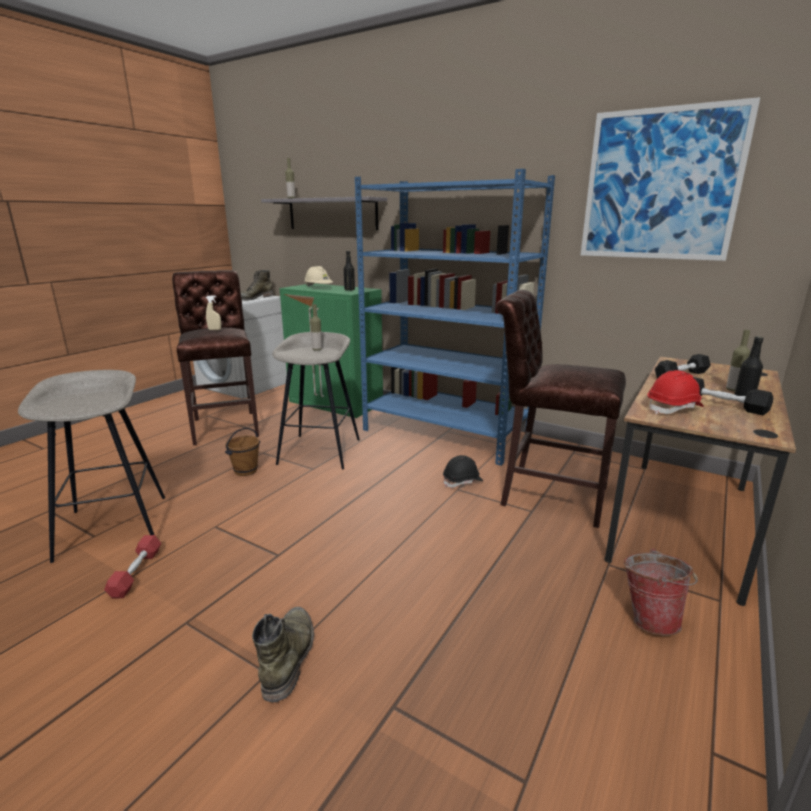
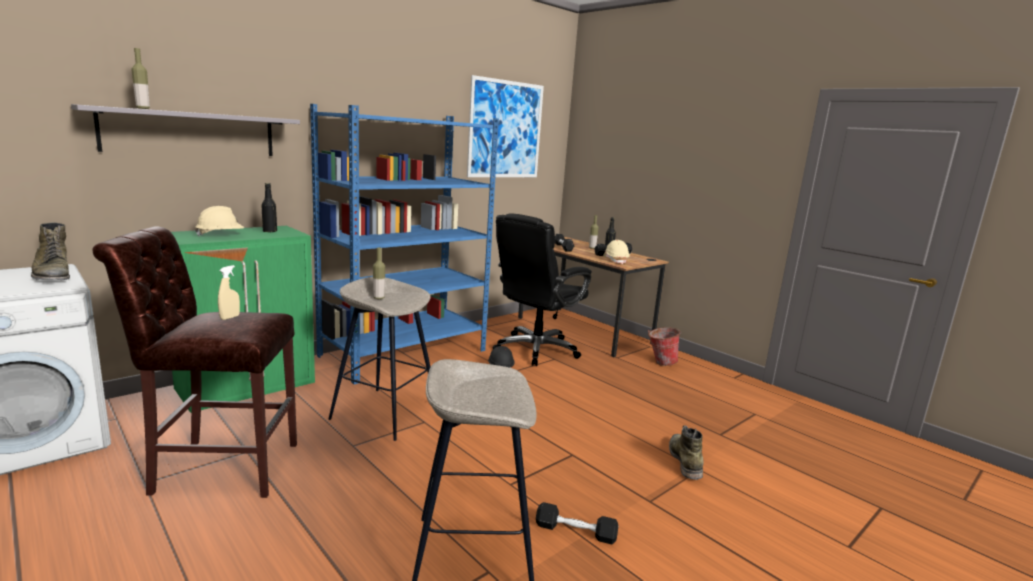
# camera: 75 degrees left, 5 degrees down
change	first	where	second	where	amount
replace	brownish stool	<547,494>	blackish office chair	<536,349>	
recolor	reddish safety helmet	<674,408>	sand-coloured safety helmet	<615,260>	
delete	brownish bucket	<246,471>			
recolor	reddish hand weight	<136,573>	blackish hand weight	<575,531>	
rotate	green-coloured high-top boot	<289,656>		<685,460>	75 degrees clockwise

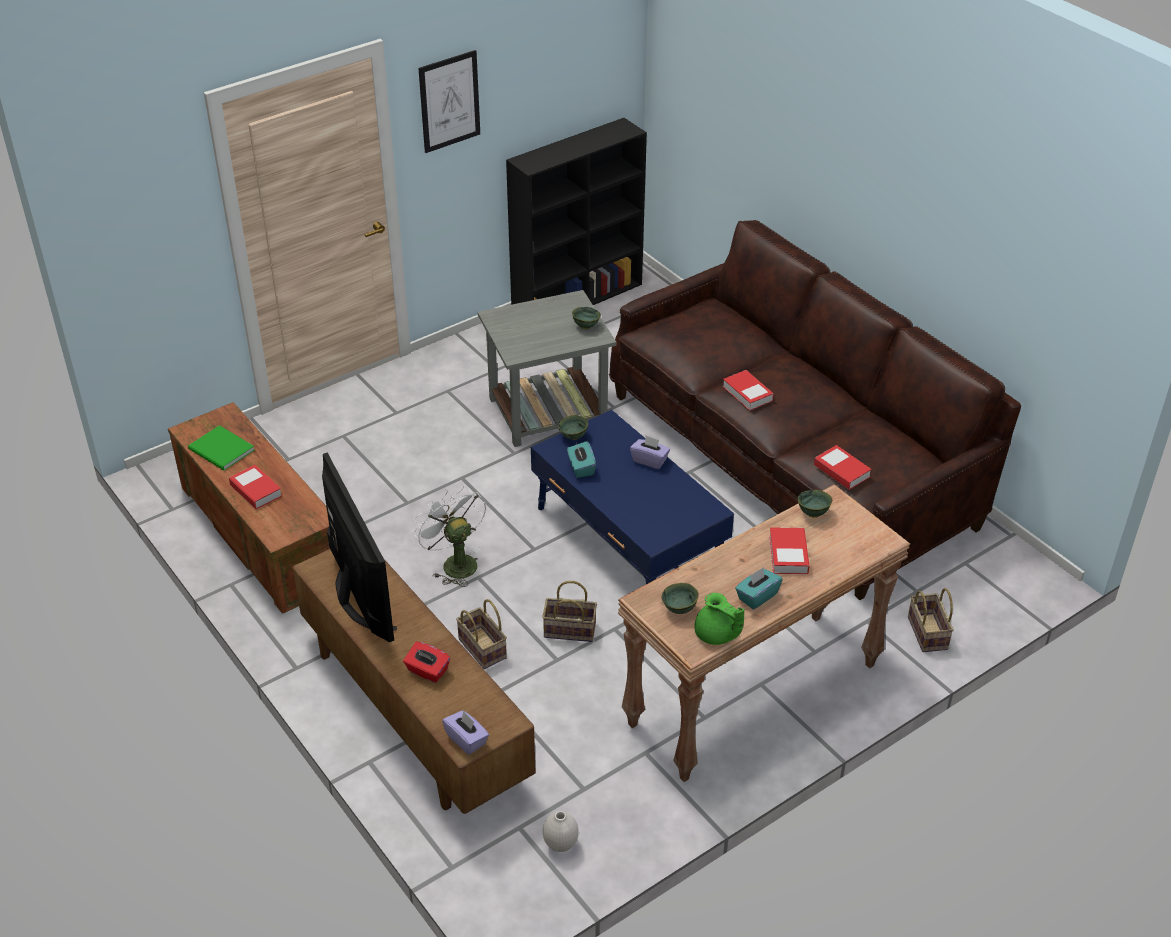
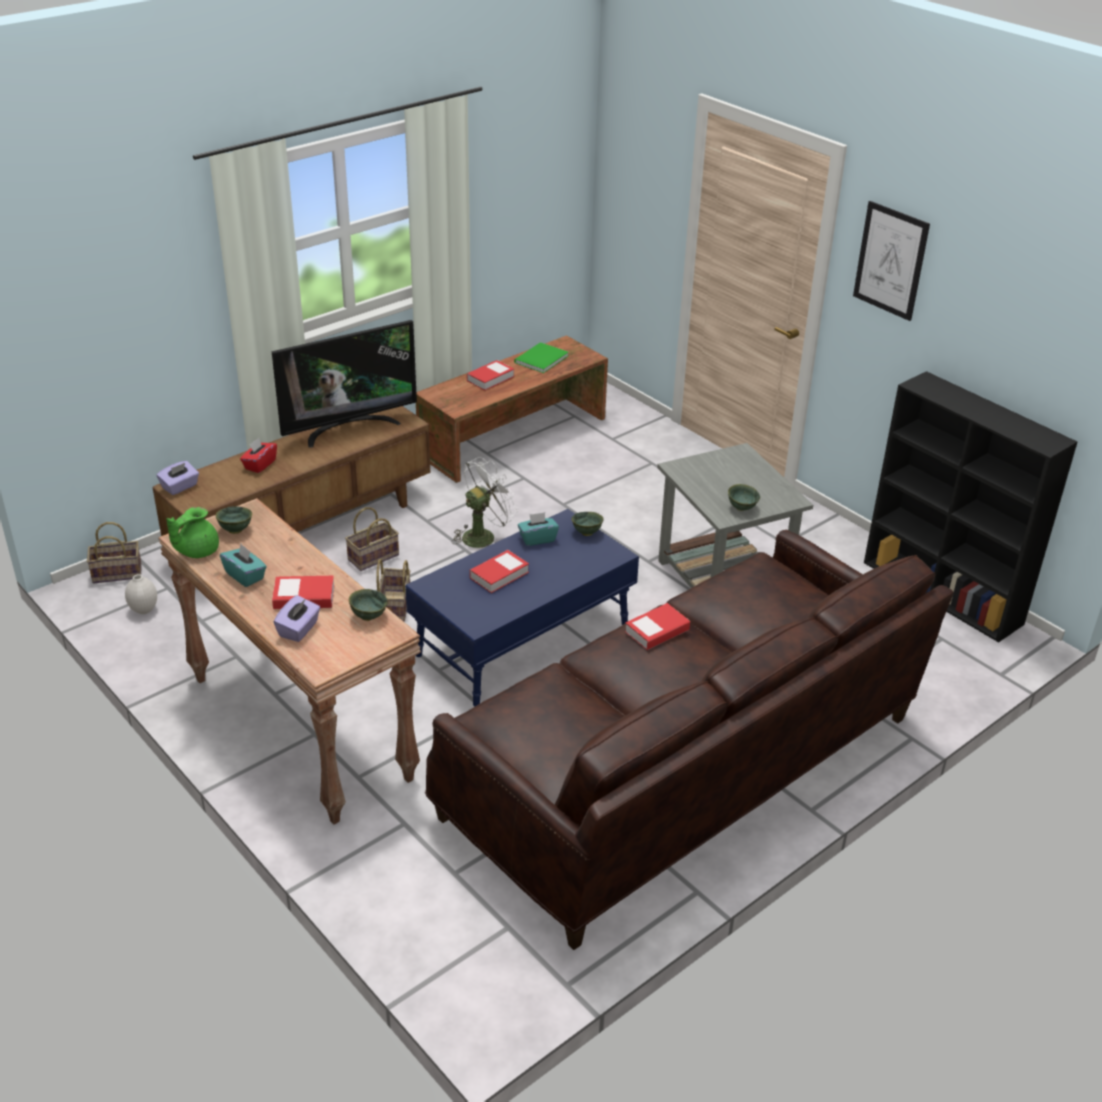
# camera: 85 degrees right, 5 degrees down
change	first	where	second	where	amount
move	purple box of tissues	<649,460>		<299,629>	
move	volume	<841,471>		<499,575>	
move	household basket	<926,632>		<118,573>	

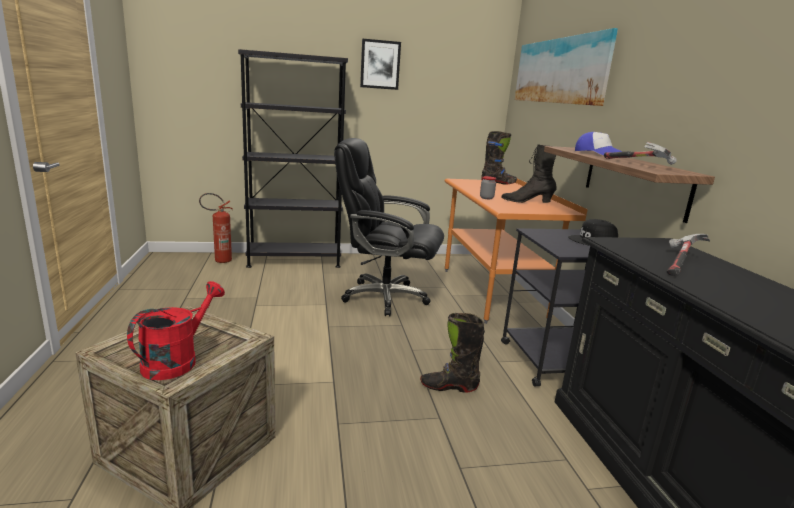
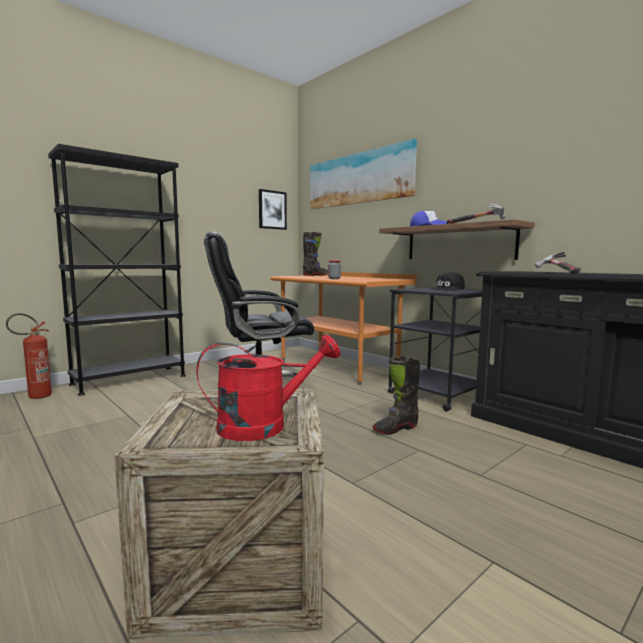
# camera: 30 degrees left, 10 degrees down
change	first	where	second	where	amount
move	wall picture	<380,64>		<272,210>	
delete	blackish high-top boot	<526,202>			
rotate	reddish sprinkling can	<177,360>		<264,425>	75 degrees clockwise

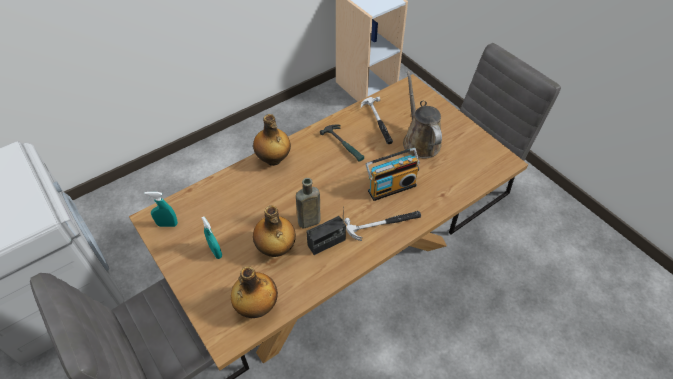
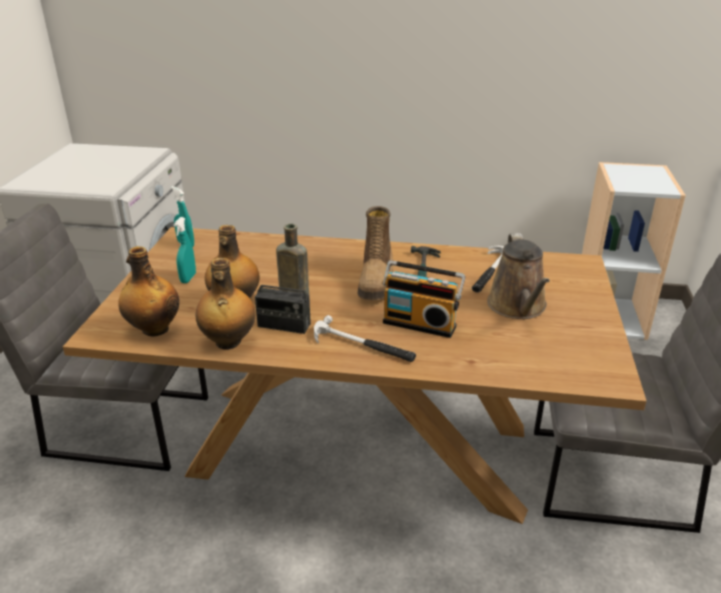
# camera: 45 degrees right, 20 degrees down
change	first	where	second	where	amount
rotate	brownish sprinkling can	<420,141>		<518,307>	150 degrees clockwise
move	bottle	<273,160>		<228,342>	
insert			high-top boot	<377,281>	

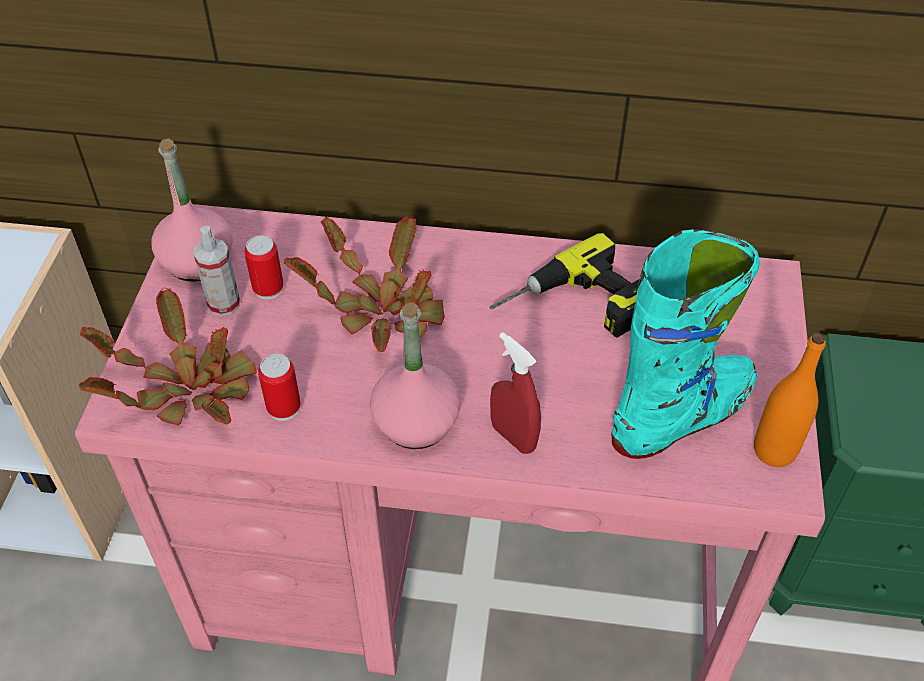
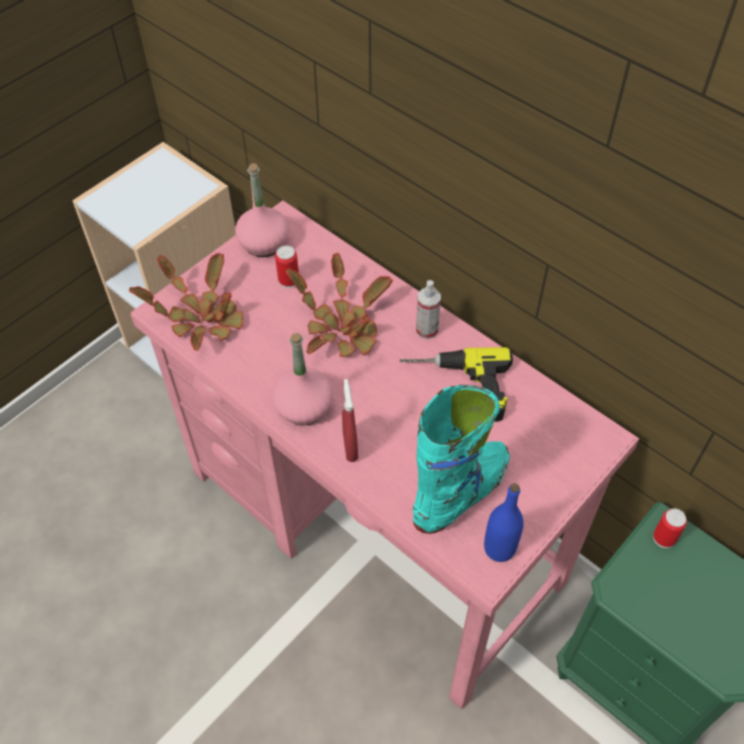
# camera: 35 degrees right, 5 degrees up
change	first	where	second	where	amount
move	hand sprayer	<224,304>		<426,330>	
rotate	turquoise high-top boot	<681,417>		<460,494>	45 degrees counterclockwise
recolor	orange bottle	<774,451>	blue-coloured bottle	<499,548>	
move	can	<284,407>		<664,538>	

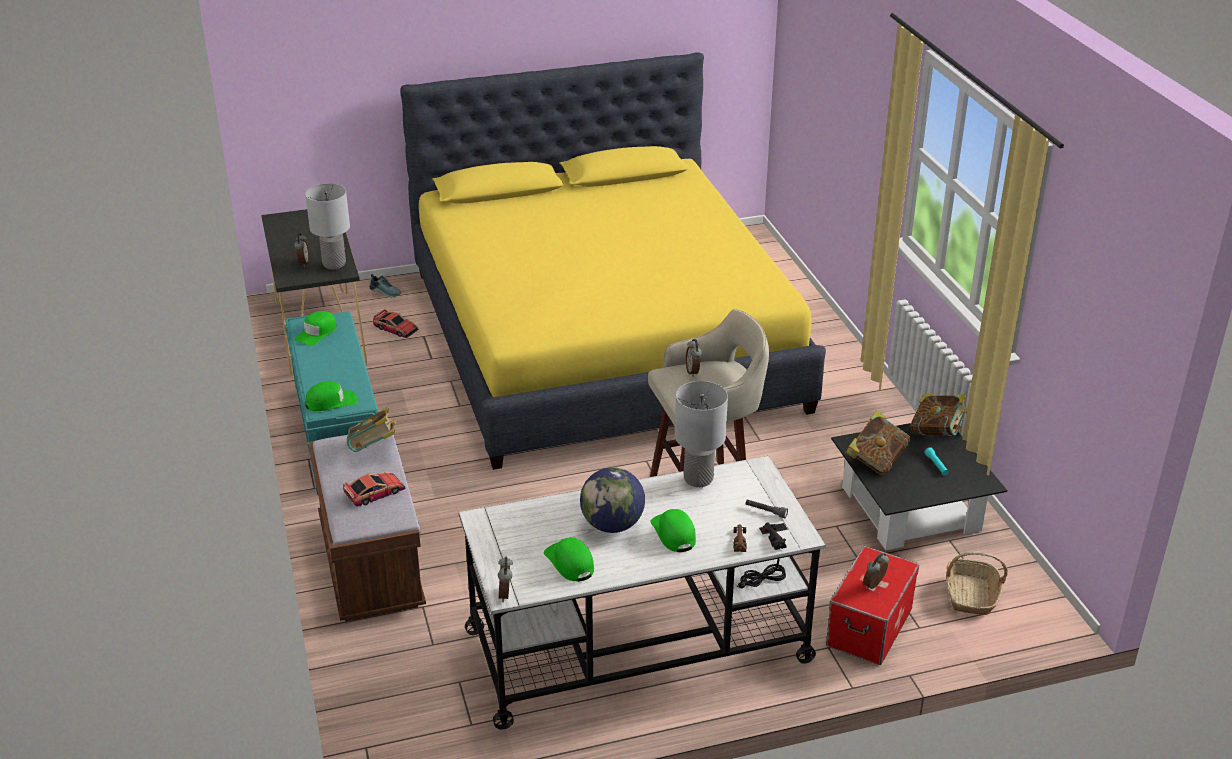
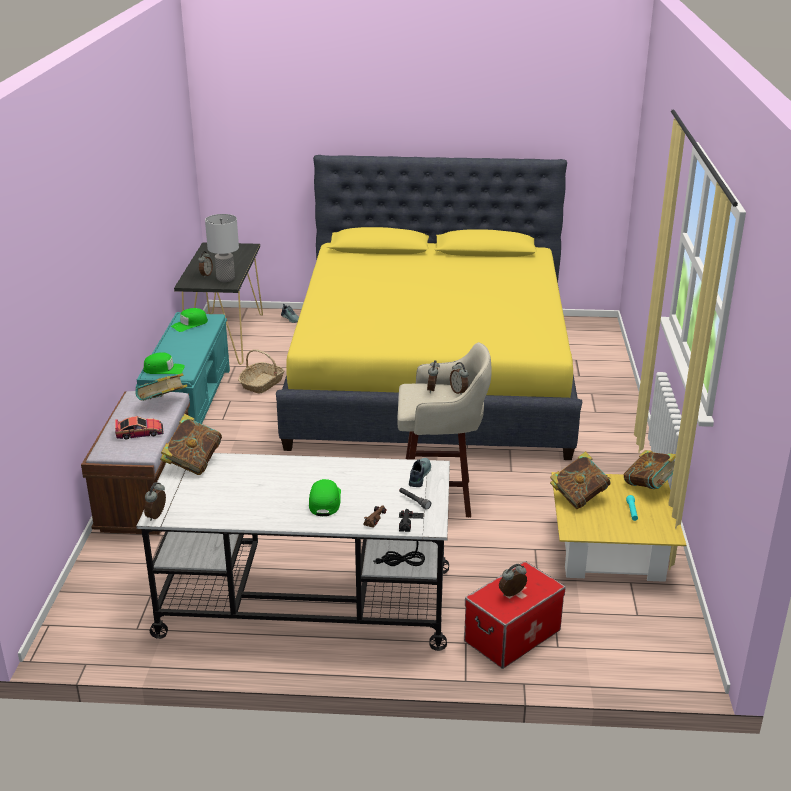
# camera: 20 degrees right, 5 degrees down
change	first	where	second	where	amount
delete	model car	<396,329>			
delete	greyish table lamp	<698,481>			
recolor	blackish coffee table	<910,509>	yellow coffee table	<610,550>	
delete	desk globe	<612,525>			
delete	green-coloured peaked cap	<570,562>			
move	household basket	<971,595>		<262,384>	
insert			table clock	<459,392>	
insert			volume	<193,463>	
insert			item of footwear	<418,476>	

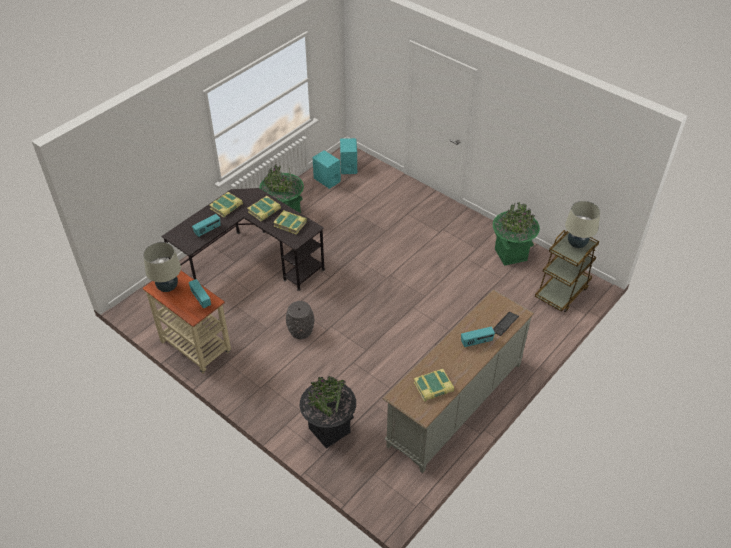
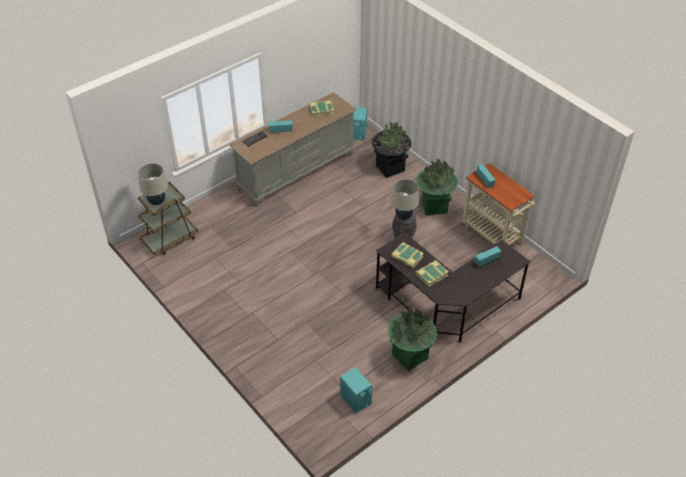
# camera: 170 degrees left, 0 degrees up
change	first	where	second	where	amount
move	turquoise audio speaker	<348,167>		<358,133>	
delete	volume	<226,207>			
move	green-coloured planter	<511,254>		<434,206>	
move	sand-coloured table lamp	<167,287>		<404,216>	

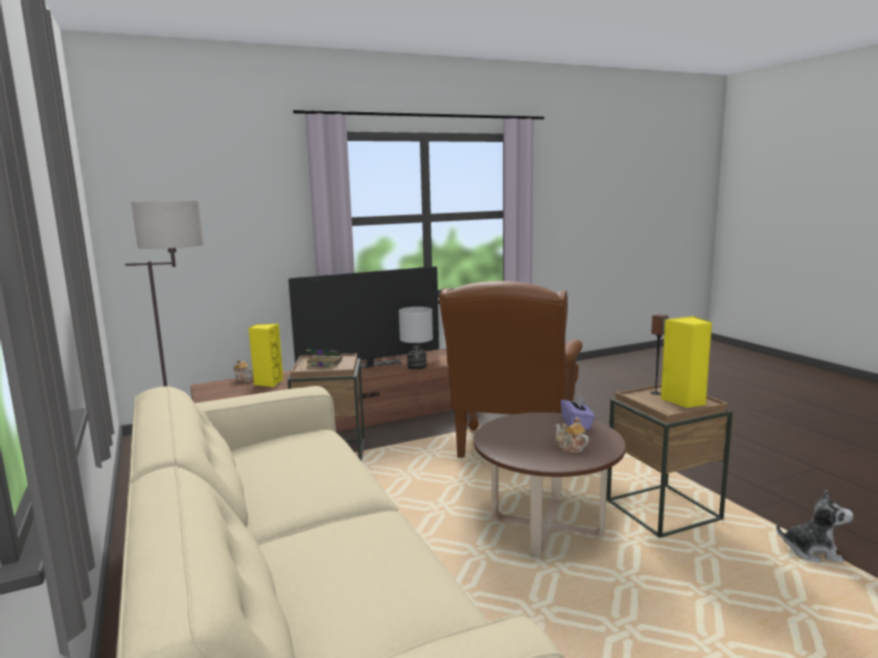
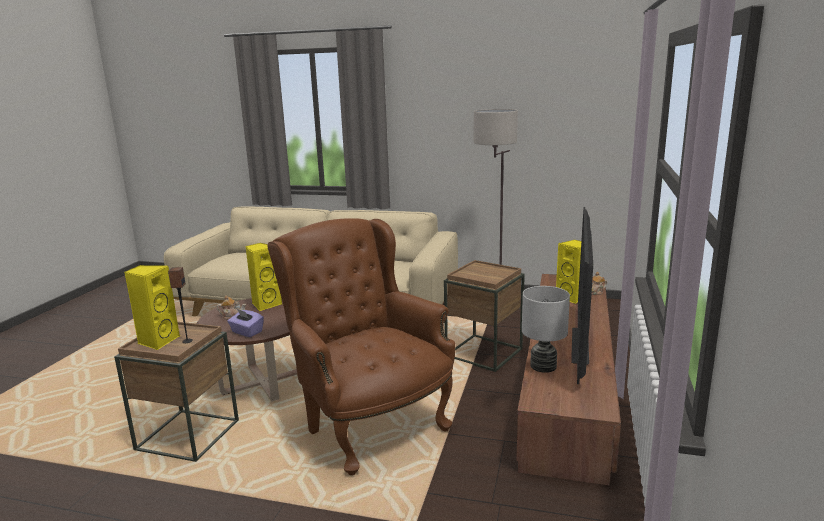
# camera: 130 degrees right, 5 degrees up
change	first	where	second	where	amount
delete	volume	<324,363>			
delete	soft toy	<812,552>			
insert			yellow audio speaker	<266,304>	

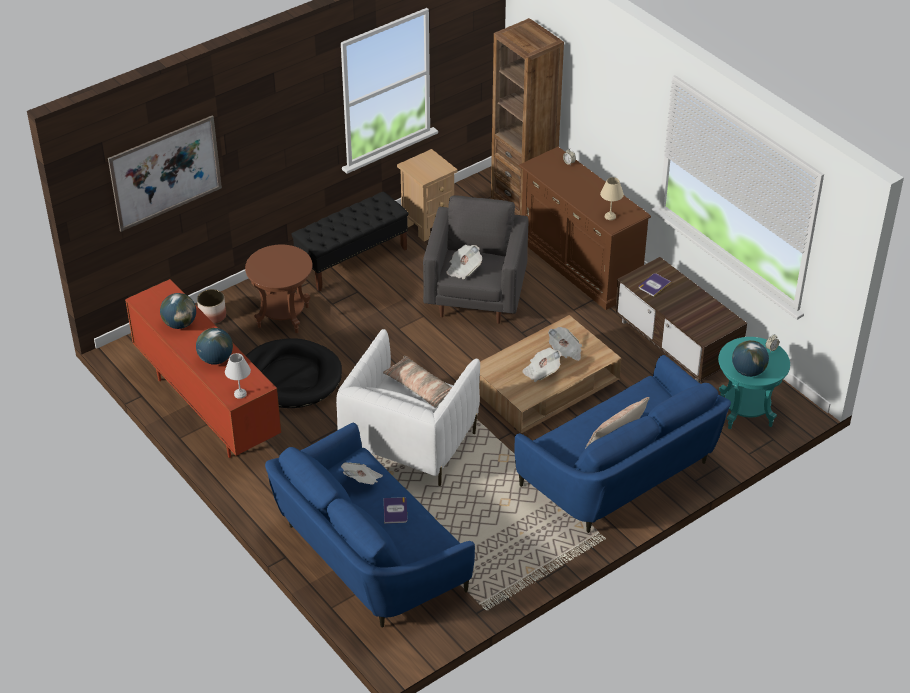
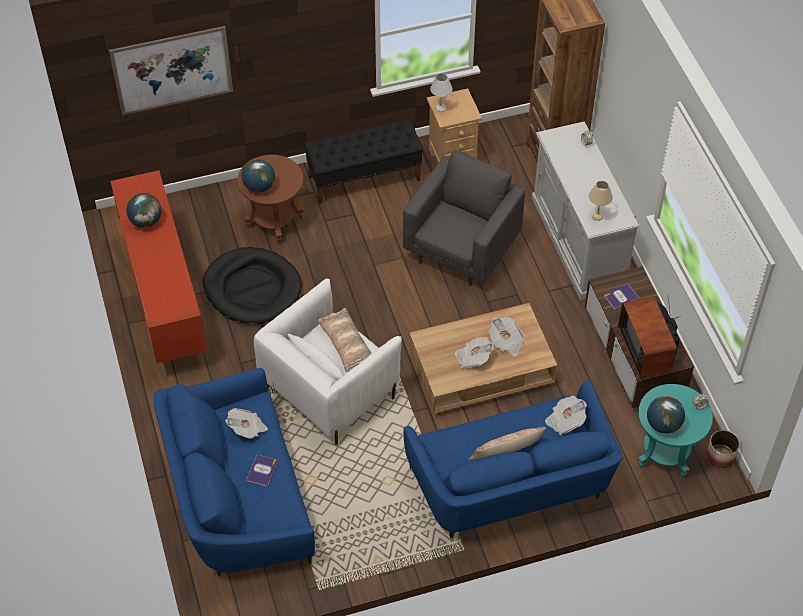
# camera: 20 degrees right, 10 degrees up
change	first	where	second	where	amount
recolor	brownish chest of drawers	<579,265>	white chest of drawers	<578,242>	
move	printed paper	<463,269>		<565,421>	
move	planter	<213,316>		<720,456>	
move	desk globe	<216,359>		<259,187>	
move	white table lamp	<240,393>		<441,108>	
insert			TV set	<648,350>	

